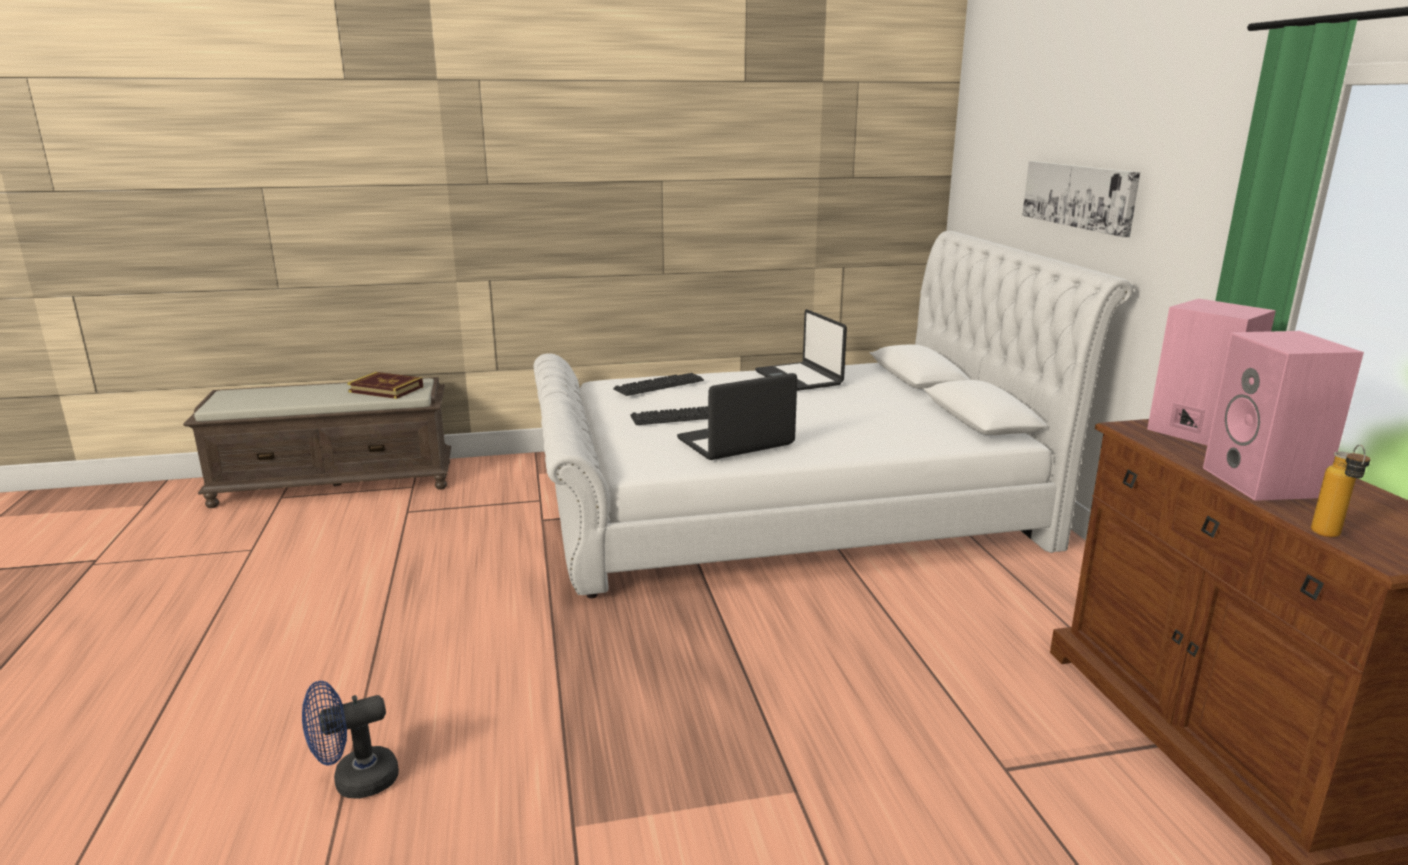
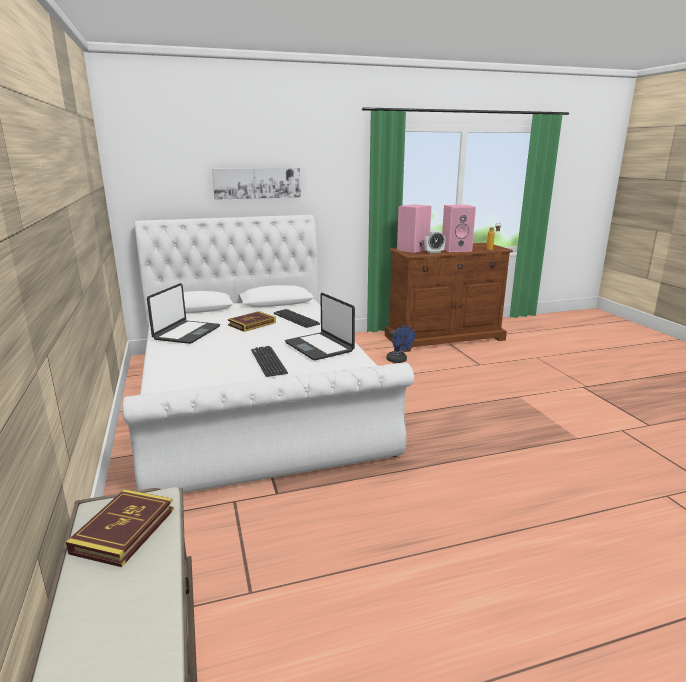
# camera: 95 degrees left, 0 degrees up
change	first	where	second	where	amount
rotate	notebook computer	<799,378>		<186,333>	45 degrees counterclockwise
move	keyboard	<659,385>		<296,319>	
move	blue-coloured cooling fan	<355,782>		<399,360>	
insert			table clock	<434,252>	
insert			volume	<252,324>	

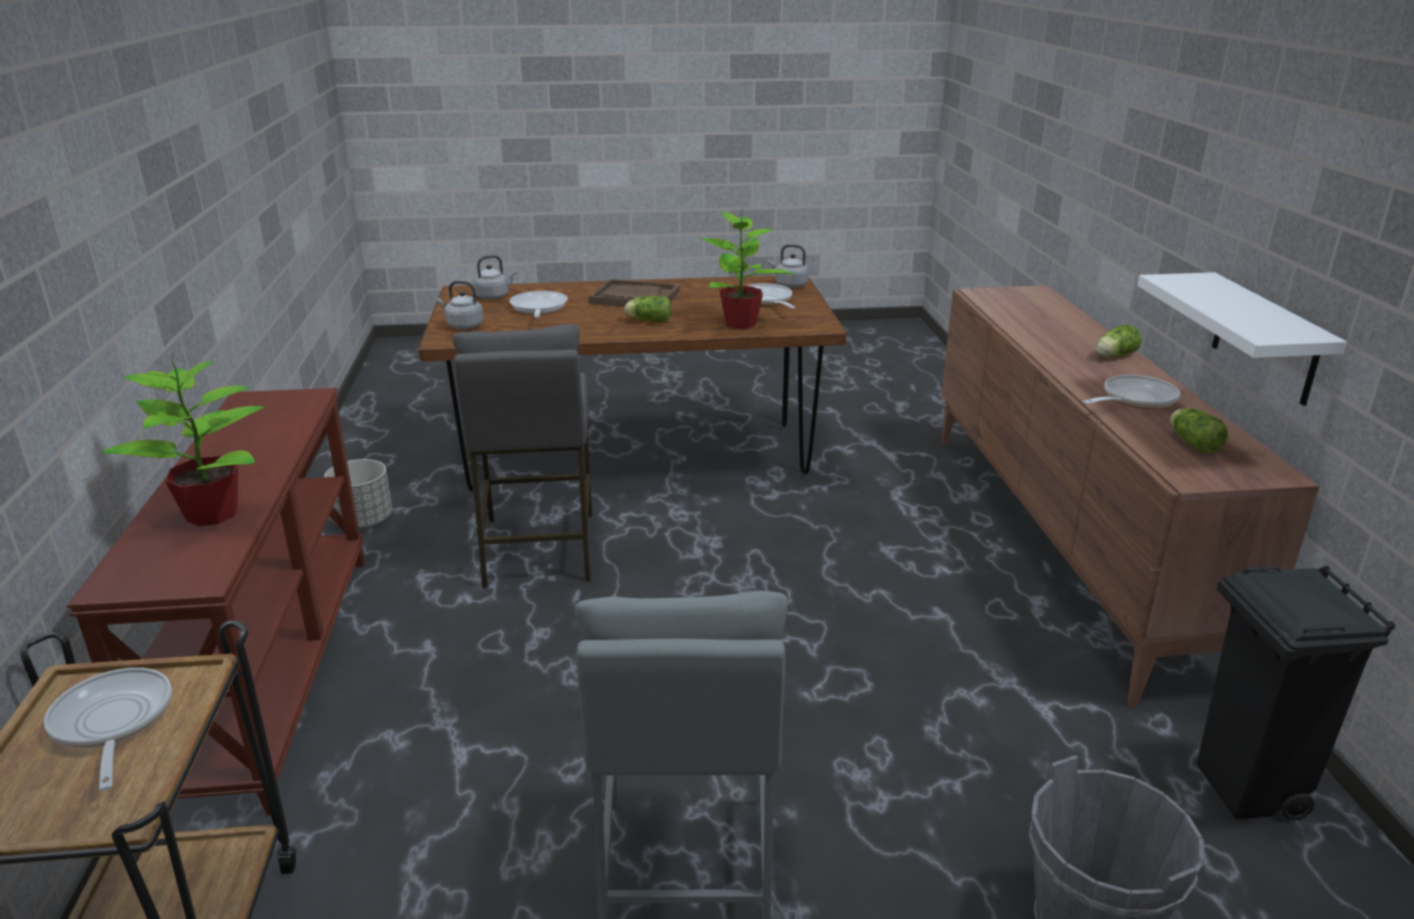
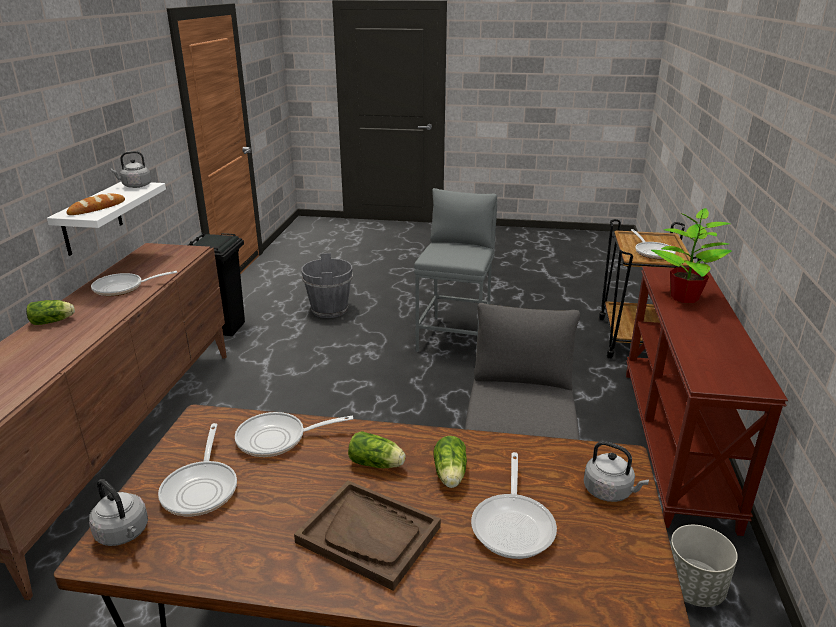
# camera: 165 degrees left, 0 degrees up
change	first	where	second	where	amount
replace	potted plant	<741,323>	skillet	<277,439>	
move	greyish tea kettle	<494,296>		<135,186>	
move	head of lettuce	<1192,443>		<450,475>	
insert			bakery bread	<97,208>	

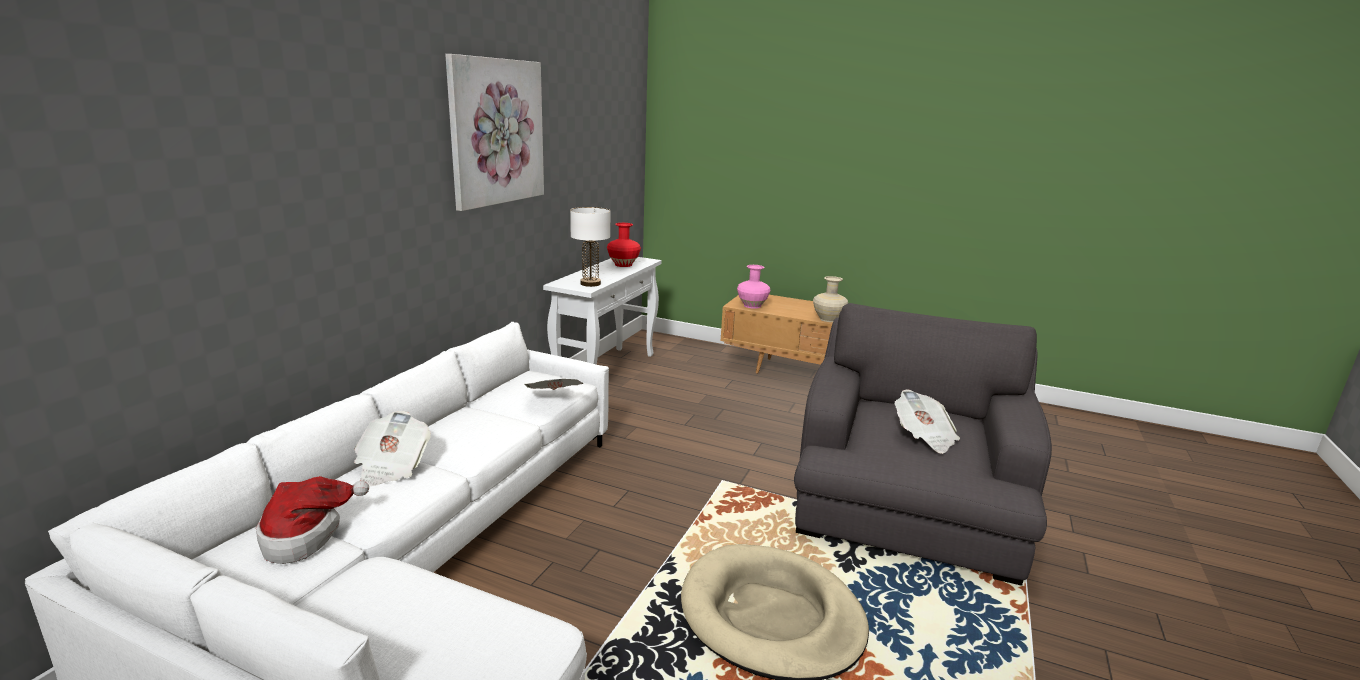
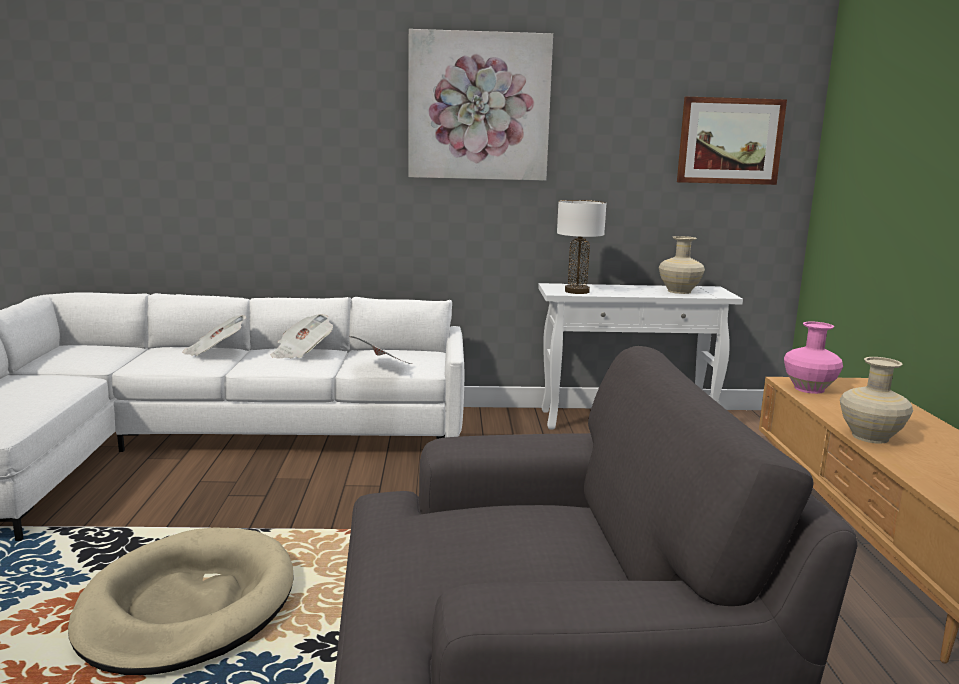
# camera: 65 degrees right, 5 degrees down
change	first	where	second	where	amount
recolor	reddish flower vase	<623,265>	sand-coloured flower vase	<678,291>	
move	printed paper	<924,437>		<301,353>	
delete	hat	<306,535>			
insert			wall picture	<730,141>	

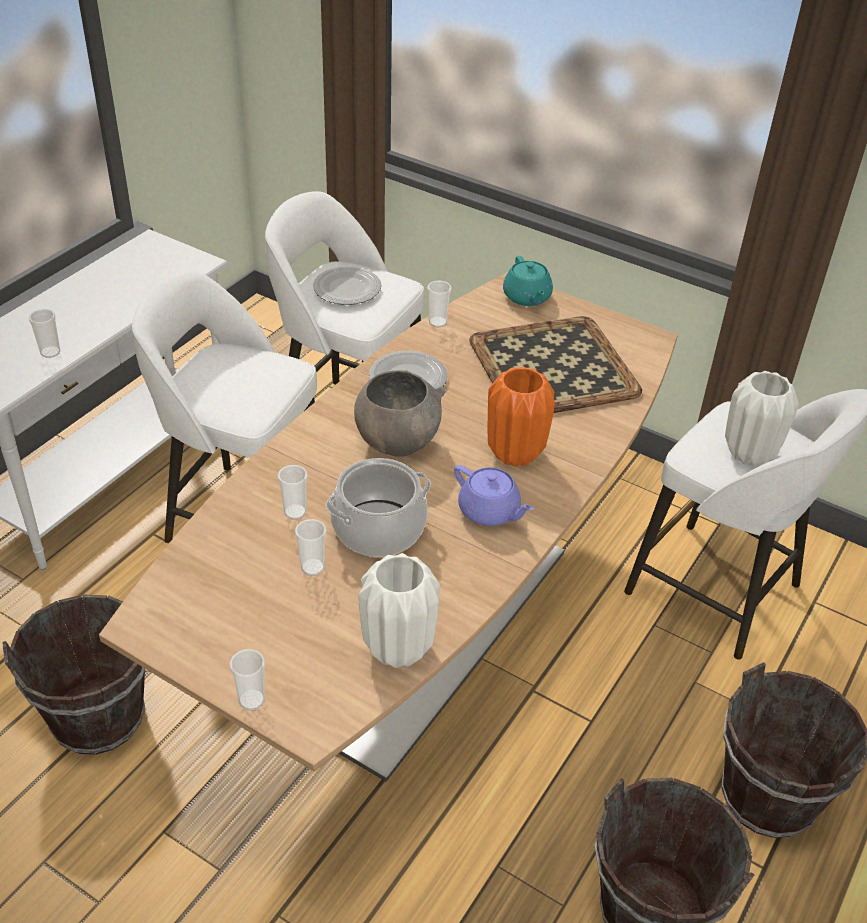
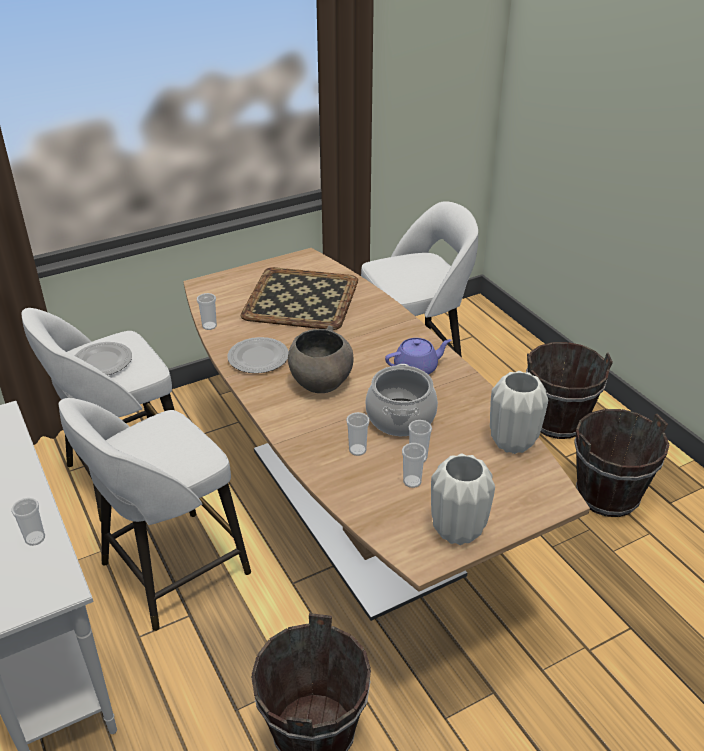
# camera: 60 degrees left, 5 degrees down
change	first	where	second	where	amount
delete	turquoise pot for tea	<527,297>			
delete	orange flower vase	<514,454>			
move	white flower vase	<748,453>		<457,531>	
move	small cup	<251,700>		<412,481>	

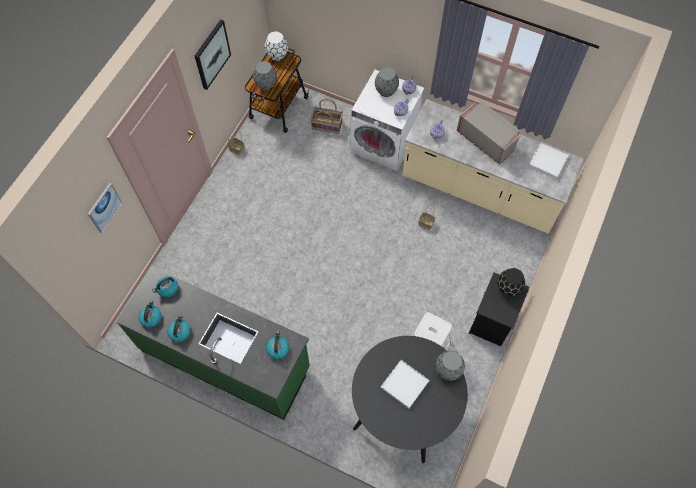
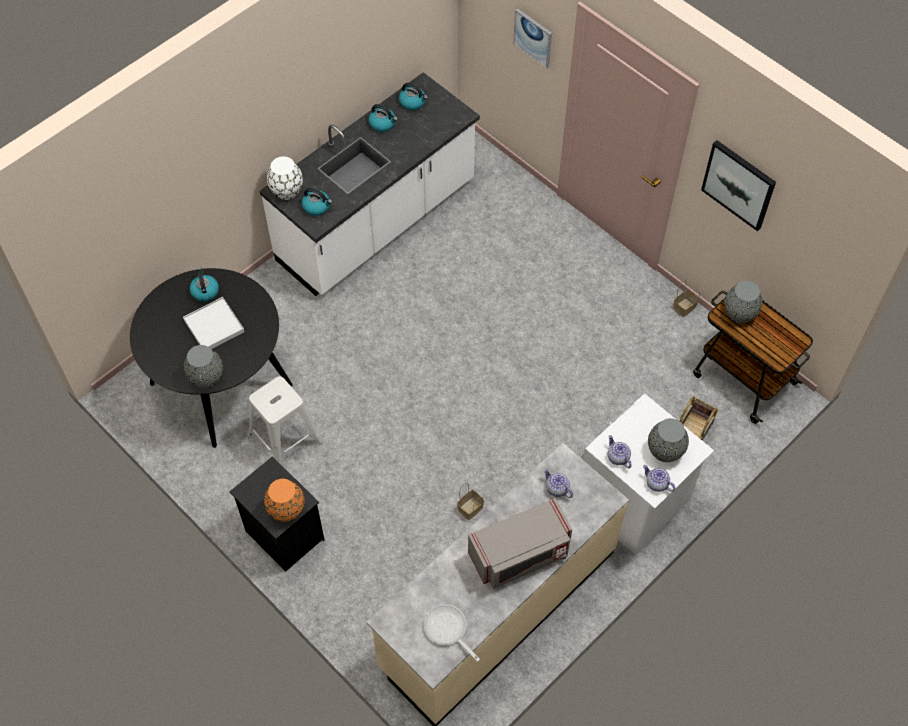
# camera: 110 degrees right, 5 degrees down
change	first	where	second	where	amount
move	white flower vase	<277,55>		<286,191>	
replace	white serving tray	<548,161>	skillet	<447,630>	
recolor	green-coloured kitchen counter	<225,358>	white kitchen counter	<377,223>	
recolor	blackish flower vase	<508,288>	orange flower vase	<286,510>	
move	tea kettle	<167,289>		<204,291>	

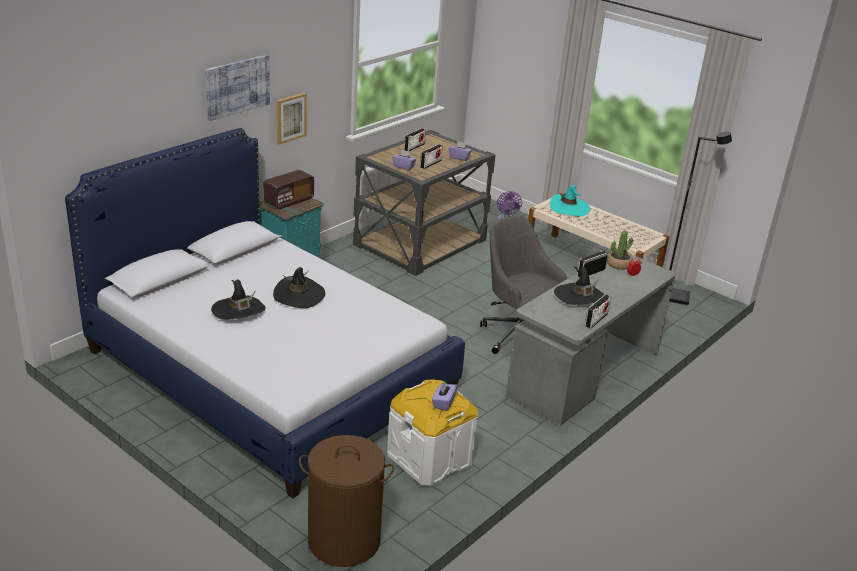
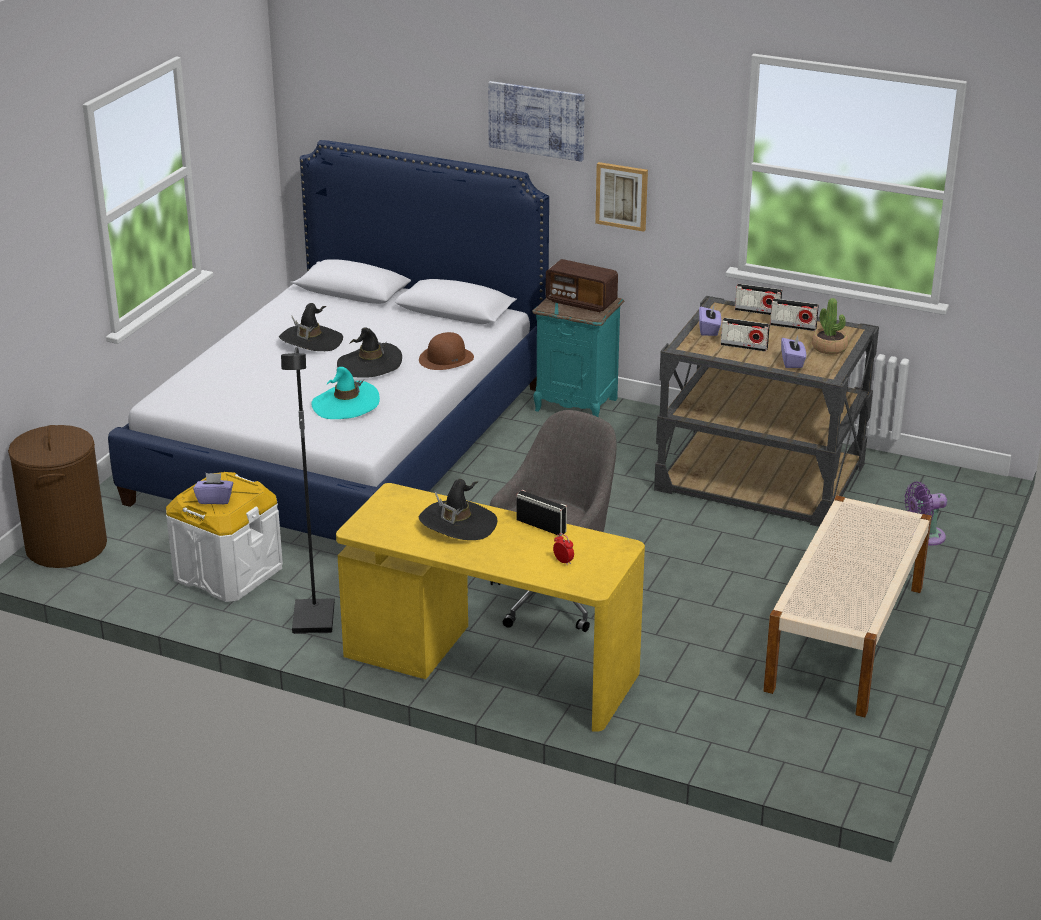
# camera: 75 degrees right, 0 degrees up
change	first	where	second	where	amount
move	blackish floor lamp	<674,297>		<315,619>	
move	turquoise hat	<569,208>		<345,404>	
move	potted plant	<618,264>		<829,348>	
recolor	greyish desk unit	<585,374>	yellow desk unit	<490,666>	
move	radio set	<596,320>		<757,311>	
insert			brownish hat	<446,358>	

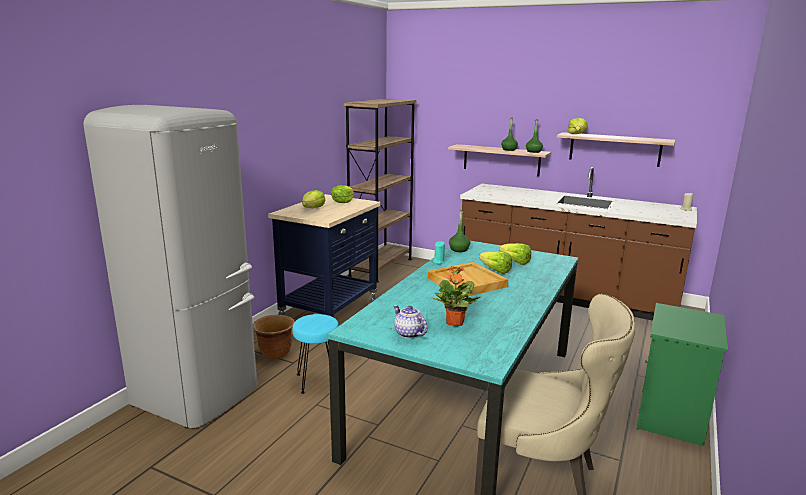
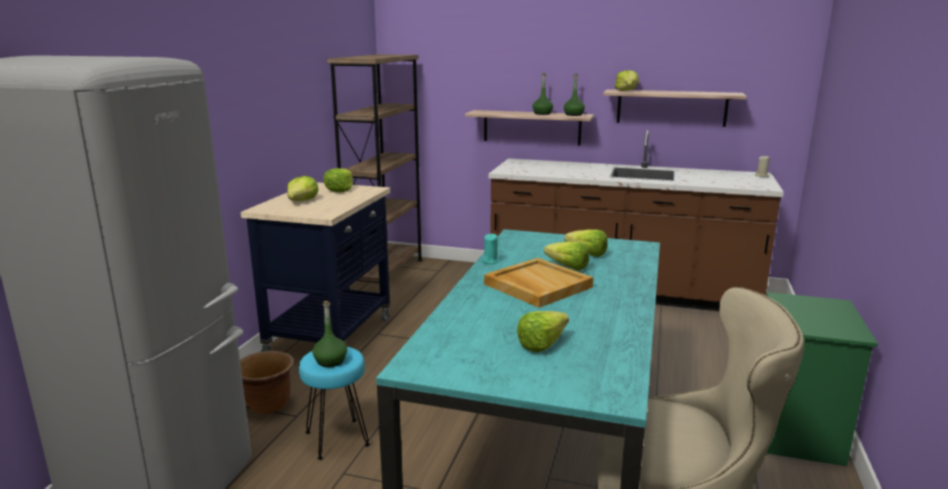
# camera: 10 degrees left, 0 degrees up
change	first	where	second	where	amount
move	green-coloured bottle	<459,249>		<330,361>	
replace	potted plant	<454,323>	head of lettuce	<546,344>	
delete	pot for tea	<408,334>			

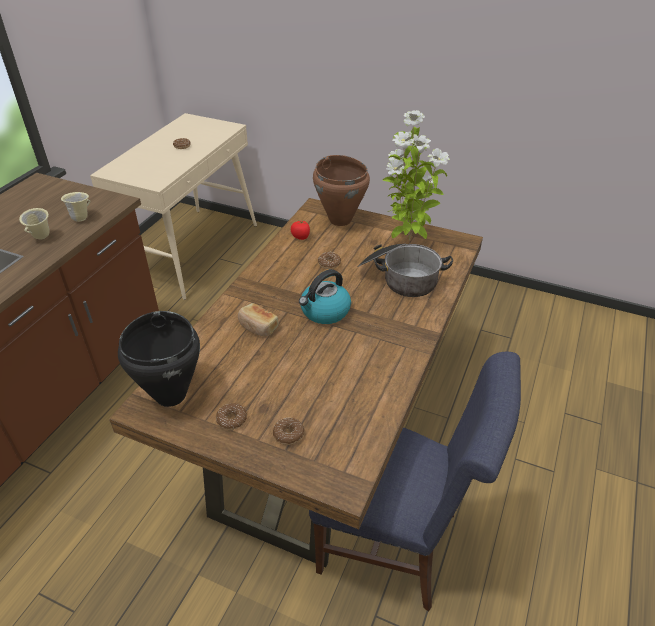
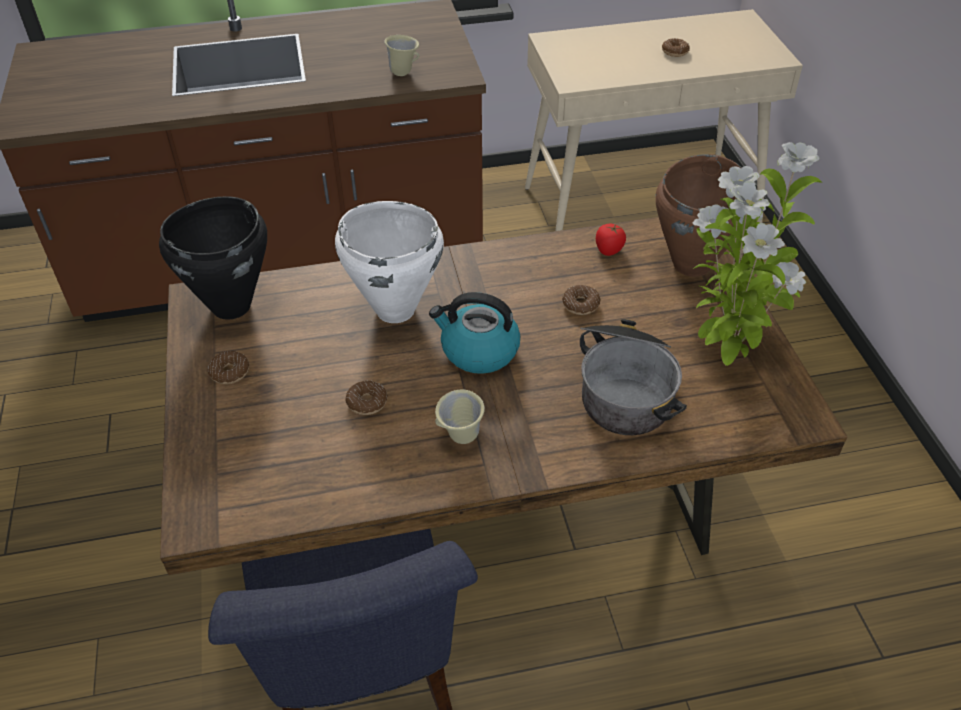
# camera: 55 degrees right, 5 degrees up
change	first	where	second	where	amount
move	sand-coloured coffee mug	<41,238>		<460,438>	
replace	bakery bread	<258,327>	white stockpot	<395,309>	
move	ring doughnut	<288,434>		<367,402>	

